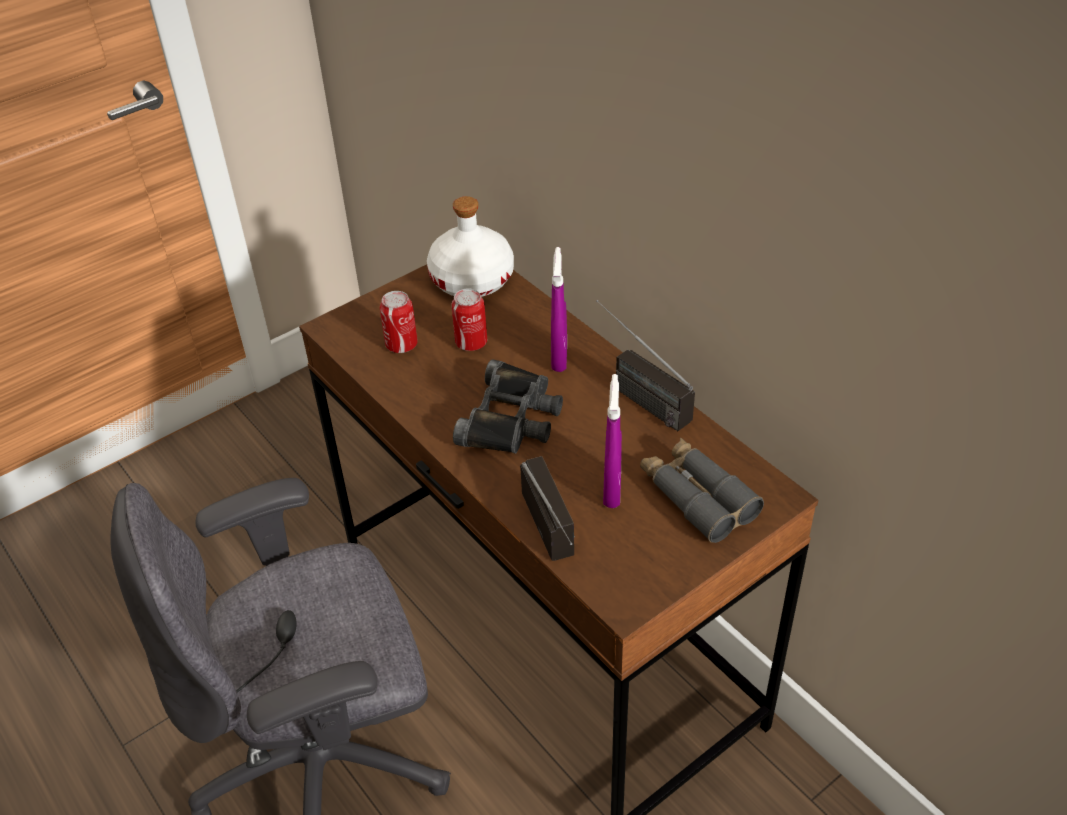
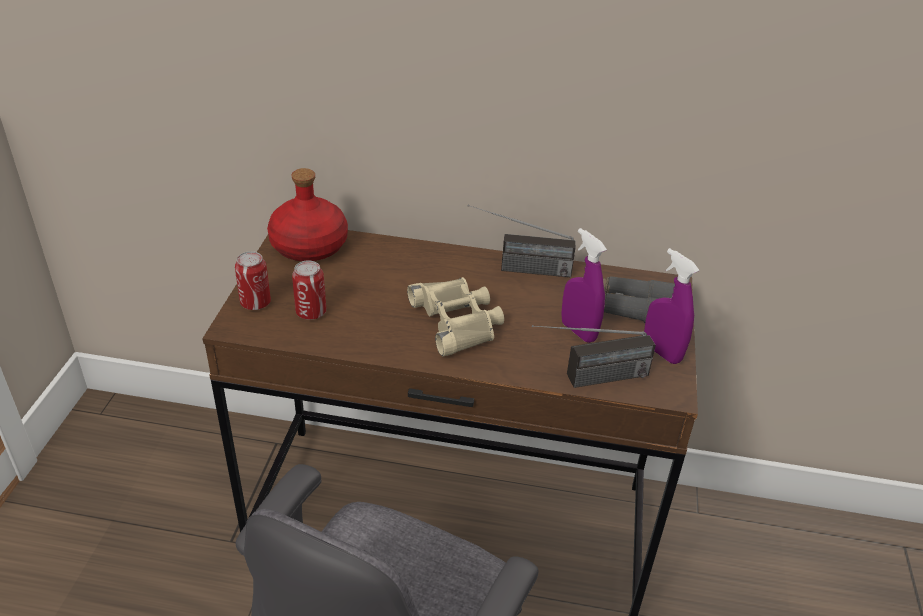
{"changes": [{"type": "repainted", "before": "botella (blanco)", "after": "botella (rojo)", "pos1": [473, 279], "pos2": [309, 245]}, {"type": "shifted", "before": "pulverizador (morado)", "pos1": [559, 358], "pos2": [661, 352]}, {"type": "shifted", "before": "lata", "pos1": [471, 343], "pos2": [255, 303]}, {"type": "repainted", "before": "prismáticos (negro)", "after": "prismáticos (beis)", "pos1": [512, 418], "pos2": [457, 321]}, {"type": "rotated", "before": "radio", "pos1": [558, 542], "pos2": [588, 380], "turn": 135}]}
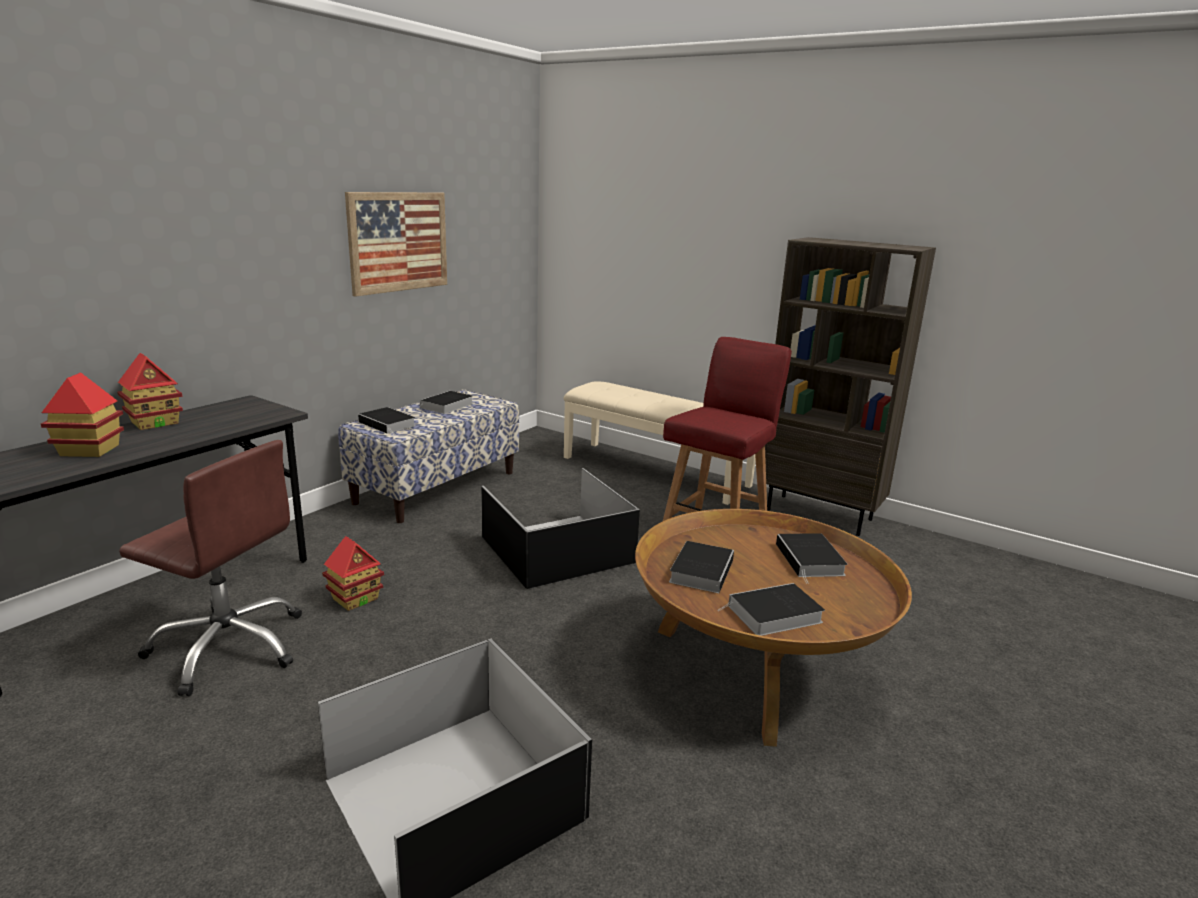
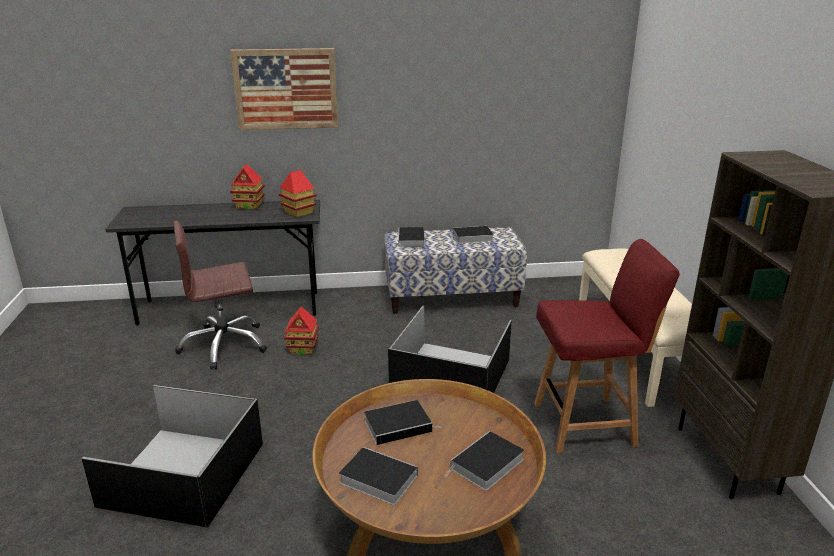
{"changes": [{"type": "shifted", "before": "cuadro", "pos1": [398, 242], "pos2": [286, 89]}, {"type": "shifted", "before": "casita", "pos1": [89, 450], "pos2": [298, 212]}, {"type": "rotated", "before": "silla de oficina (marrón)", "pos1": [229, 646], "pos2": [224, 345], "turn": 90}]}
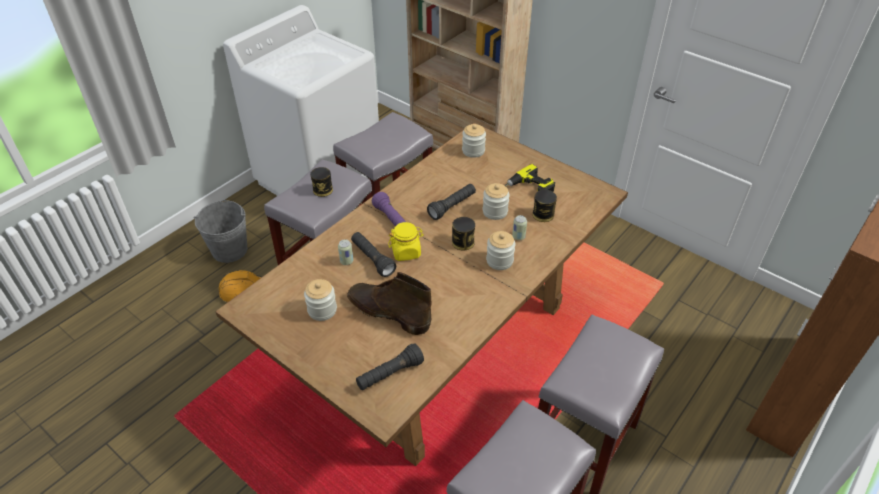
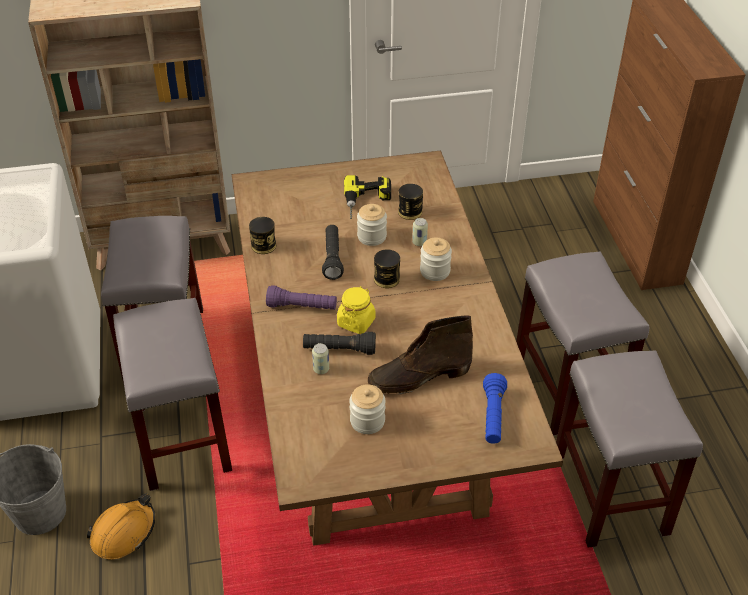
{"changes": [{"type": "gone", "before": "tarro", "pos1": [473, 151]}, {"type": "shifted", "before": "lata", "pos1": [323, 190], "pos2": [263, 245]}, {"type": "repainted", "before": "linterna (negro)", "after": "linterna (azul)", "pos1": [390, 374], "pos2": [493, 416]}]}
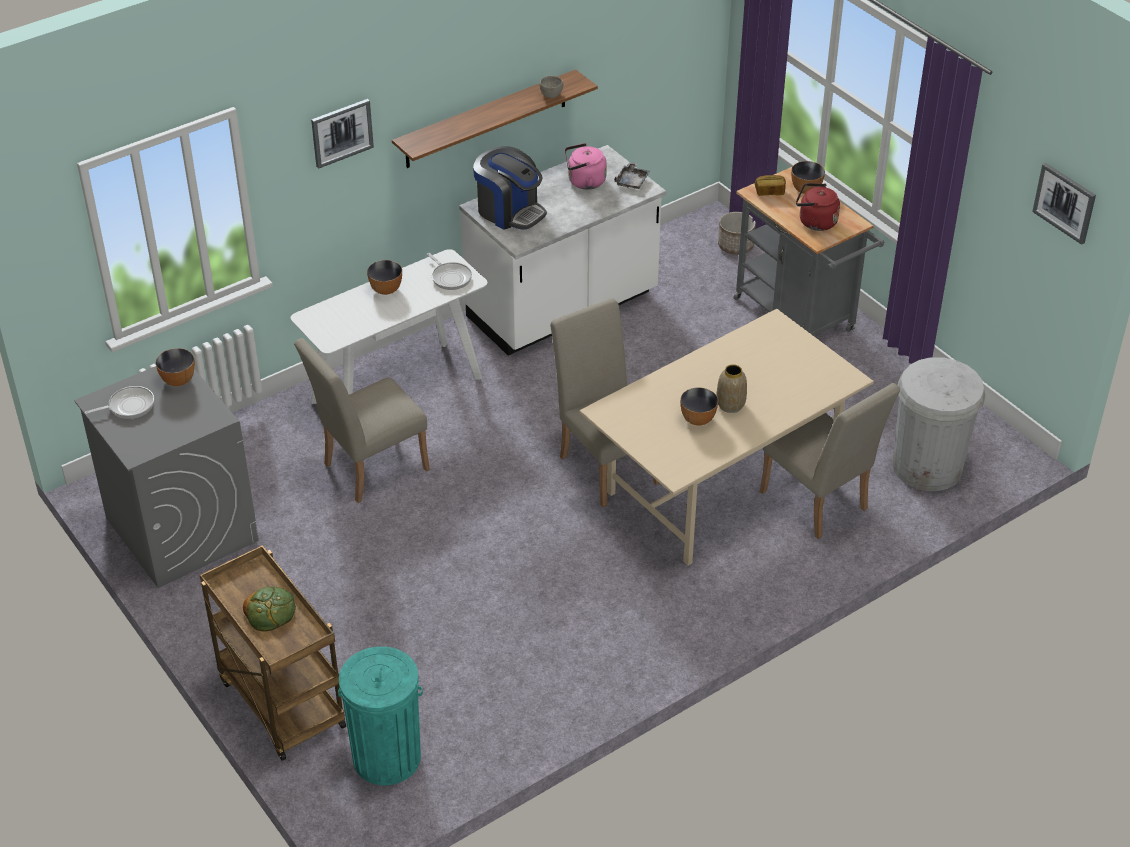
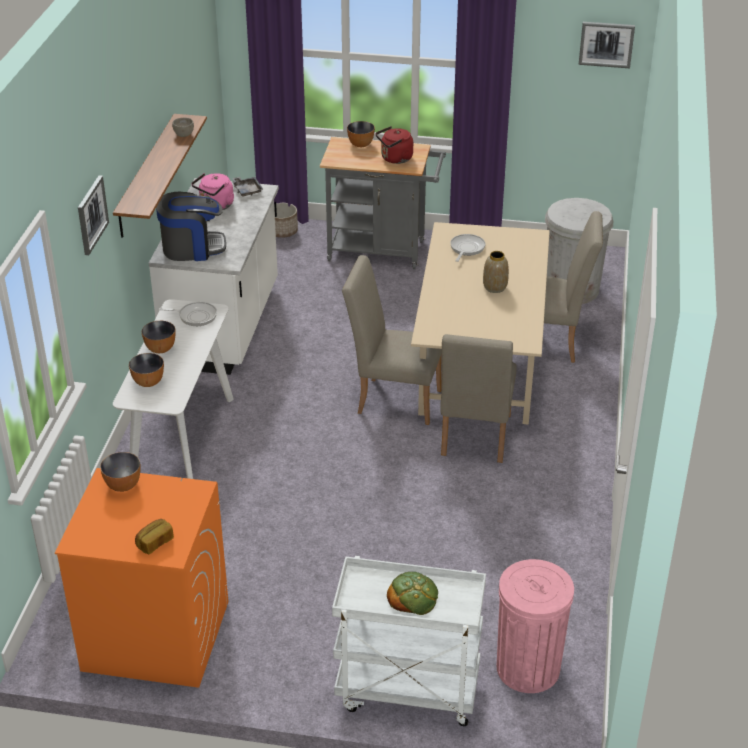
{"changes": [{"type": "shifted", "before": "pan", "pos1": [769, 192], "pos2": [154, 543]}, {"type": "shifted", "before": "silla (beis)", "pos1": [368, 469], "pos2": [474, 439]}, {"type": "repainted", "before": "lavadora (gris)", "after": "lavadora (naranja)", "pos1": [181, 528], "pos2": [155, 635]}, {"type": "shifted", "before": "sartén", "pos1": [128, 406], "pos2": [466, 248]}, {"type": "shifted", "before": "cuenco", "pos1": [698, 419], "pos2": [148, 382]}, {"type": "repainted", "before": "carrito (marrón)", "after": "carrito (blanco)", "pos1": [279, 702], "pos2": [406, 692]}, {"type": "repainted", "before": "papelera (turquesa)", "after": "papelera (rosa)", "pos1": [386, 757], "pos2": [528, 668]}]}
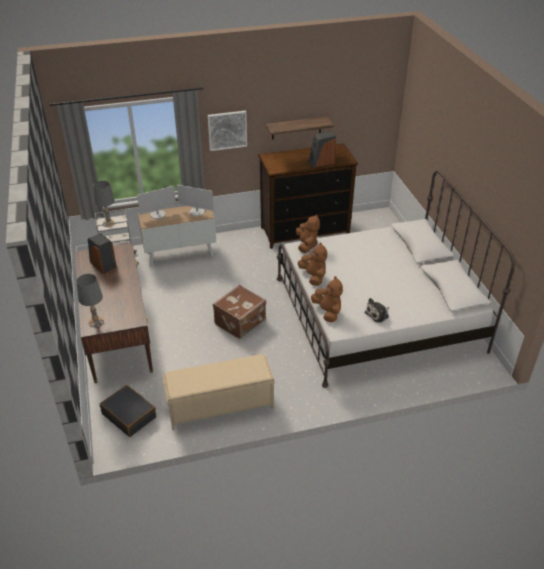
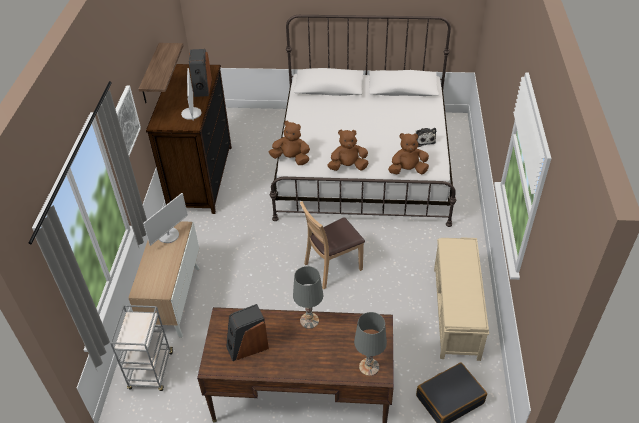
{"changes": [{"type": "shifted", "before": "lámpara de mesa (gris)", "pos1": [108, 223], "pos2": [309, 321]}, {"type": "shifted", "before": "monitor", "pos1": [158, 214], "pos2": [191, 113]}, {"type": "swapped", "before": "maleta (marrón)", "after": "silla (marrón)", "pos1": [241, 322], "pos2": [332, 267]}]}
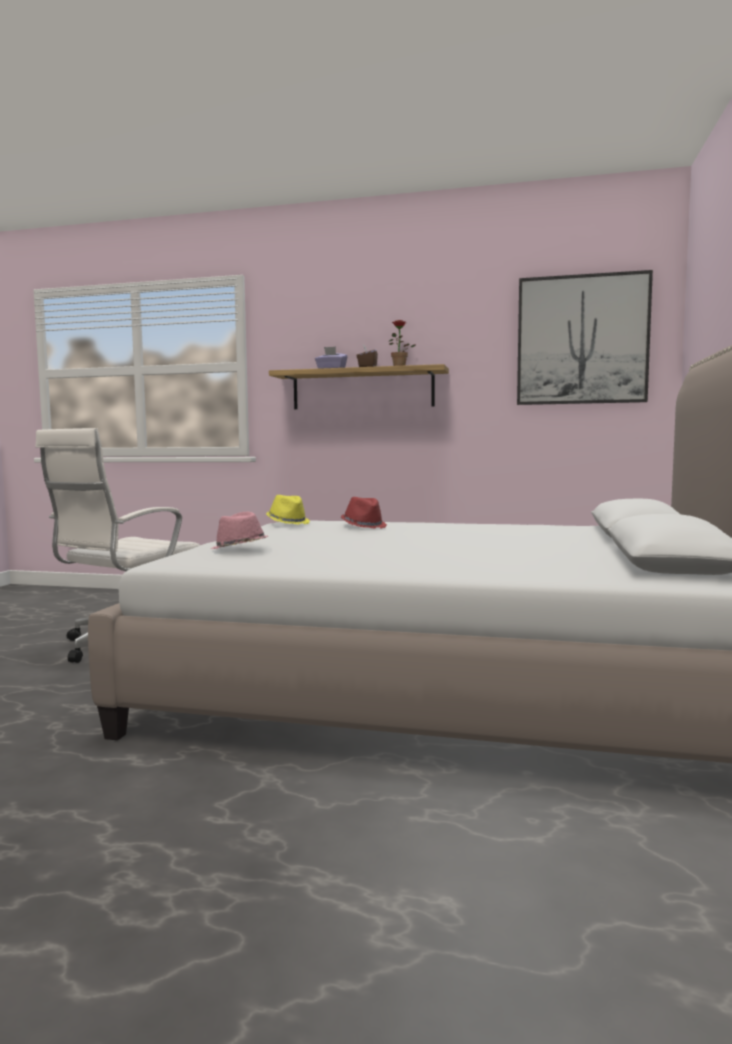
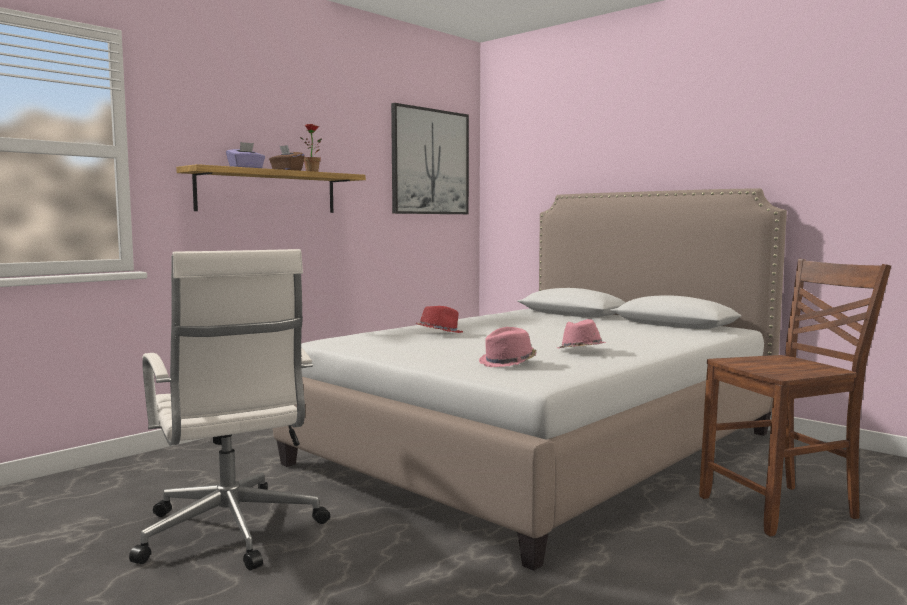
{"changes": [{"type": "gone", "before": "sombrero (amarillo)", "pos1": [288, 522]}, {"type": "new", "after": "silla (marrón)", "pos2": [782, 508]}, {"type": "new", "after": "sombrero (rosa)", "pos2": [580, 351]}]}
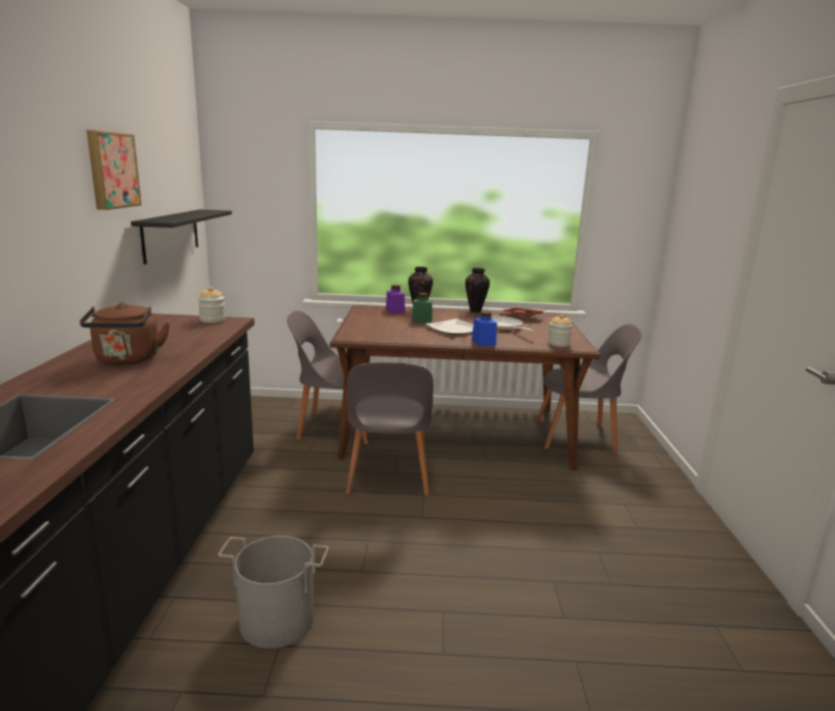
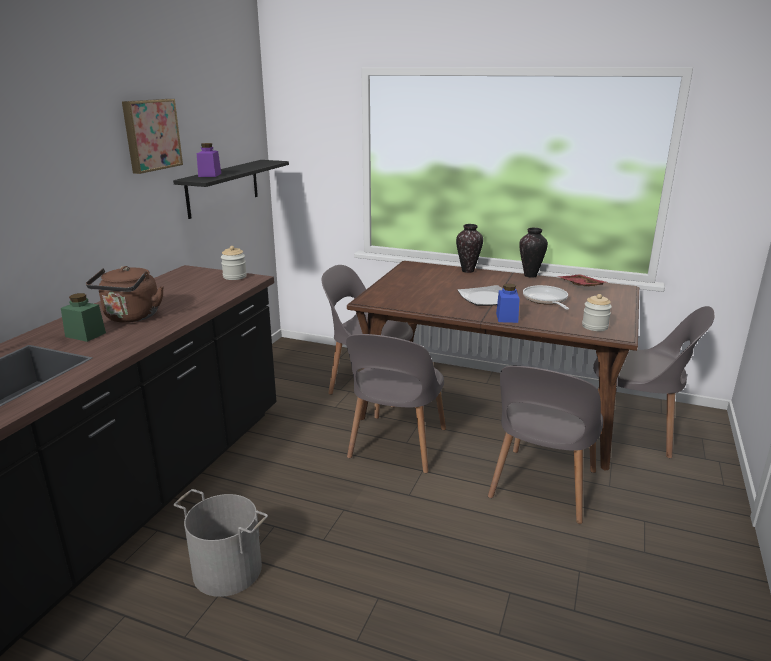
{"changes": [{"type": "shifted", "before": "tarro (morado)", "pos1": [395, 311], "pos2": [210, 175]}, {"type": "shifted", "before": "tarro (verde)", "pos1": [422, 320], "pos2": [85, 335]}, {"type": "new", "after": "silla (gris)", "pos2": [542, 487]}]}
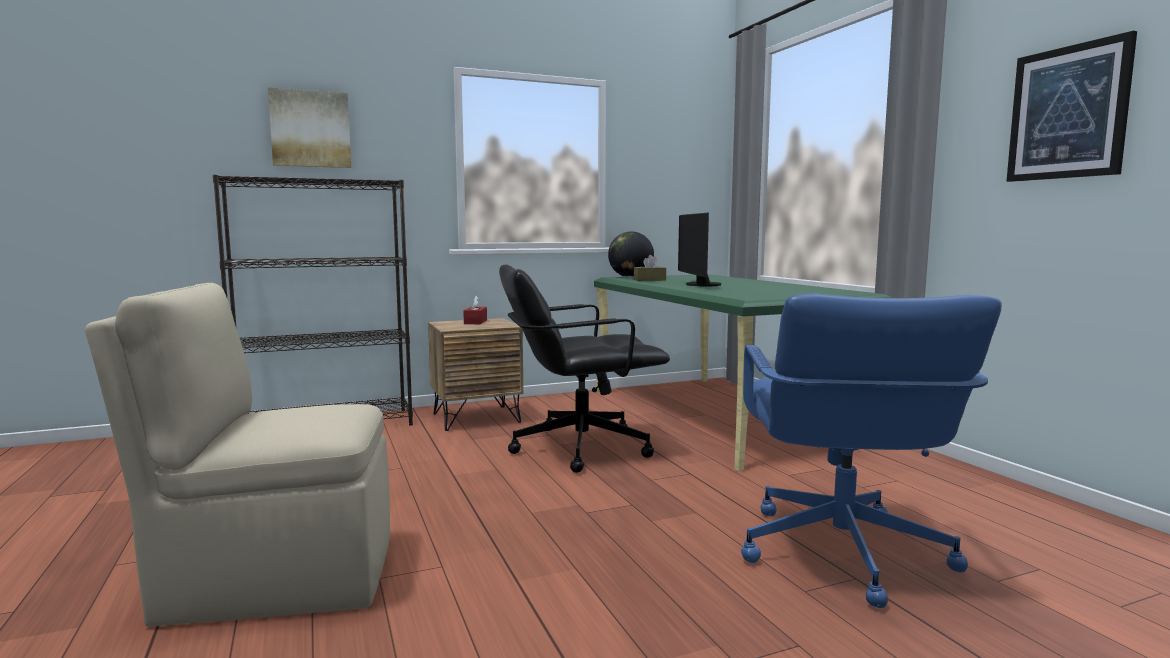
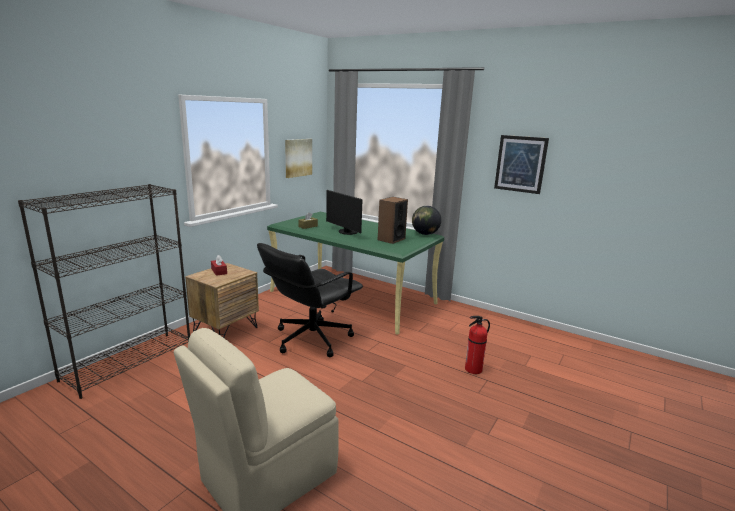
{"changes": [{"type": "shifted", "before": "cuadro", "pos1": [310, 129], "pos2": [297, 157]}, {"type": "shifted", "before": "globo terráqueo", "pos1": [630, 277], "pos2": [425, 234]}, {"type": "swapped", "before": "silla de oficina (azul)", "after": "extintor", "pos1": [840, 553], "pos2": [473, 369]}, {"type": "new", "after": "altavoz", "pos2": [391, 239]}]}
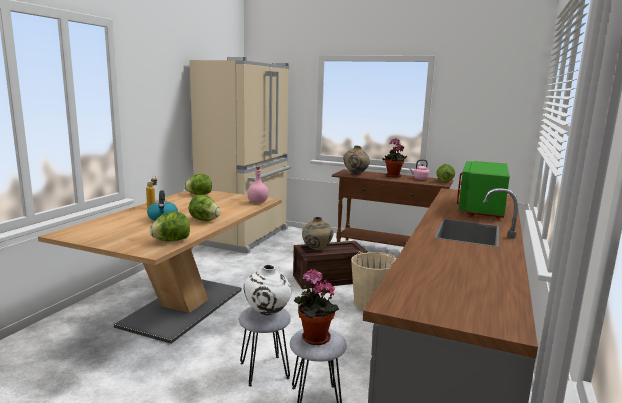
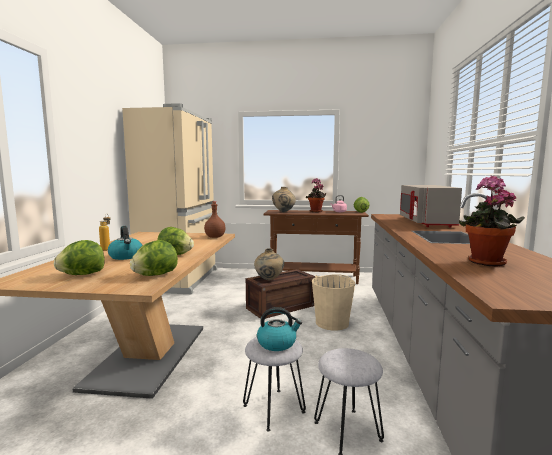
{"changes": [{"type": "repainted", "before": "microondas (verde)", "after": "microondas (gris)", "pos1": [480, 208], "pos2": [425, 222]}, {"type": "repainted", "before": "botella (rosa)", "after": "botella (marrón)", "pos1": [257, 202], "pos2": [214, 237]}, {"type": "shifted", "before": "lechuga", "pos1": [199, 194], "pos2": [82, 275]}, {"type": "swapped", "before": "florero (blanco)", "after": "hervidor", "pos1": [267, 313], "pos2": [277, 343]}, {"type": "shifted", "before": "planta en maceta", "pos1": [313, 339], "pos2": [485, 263]}]}
